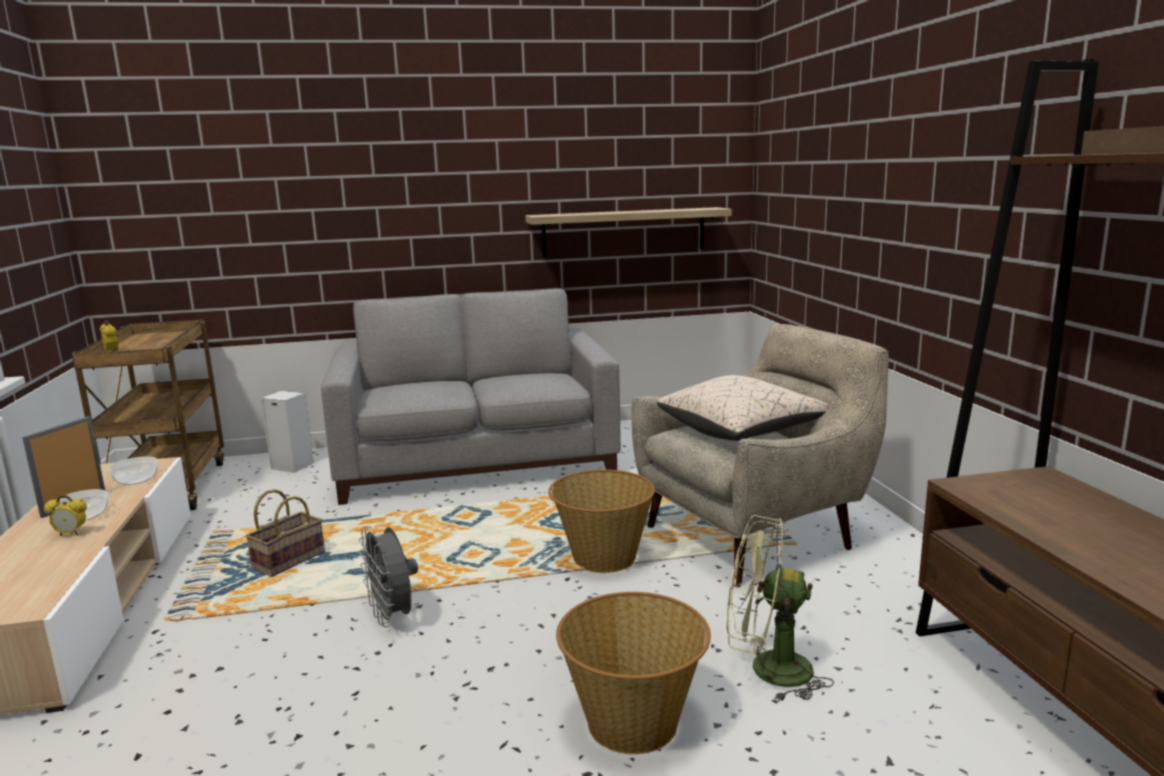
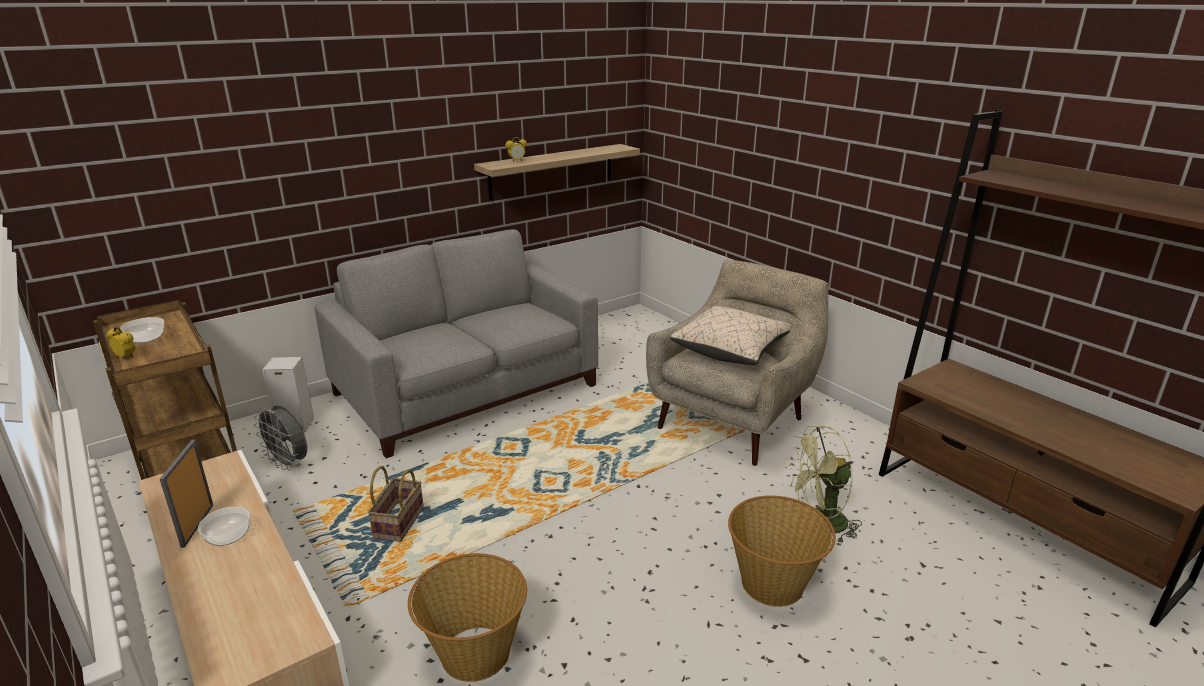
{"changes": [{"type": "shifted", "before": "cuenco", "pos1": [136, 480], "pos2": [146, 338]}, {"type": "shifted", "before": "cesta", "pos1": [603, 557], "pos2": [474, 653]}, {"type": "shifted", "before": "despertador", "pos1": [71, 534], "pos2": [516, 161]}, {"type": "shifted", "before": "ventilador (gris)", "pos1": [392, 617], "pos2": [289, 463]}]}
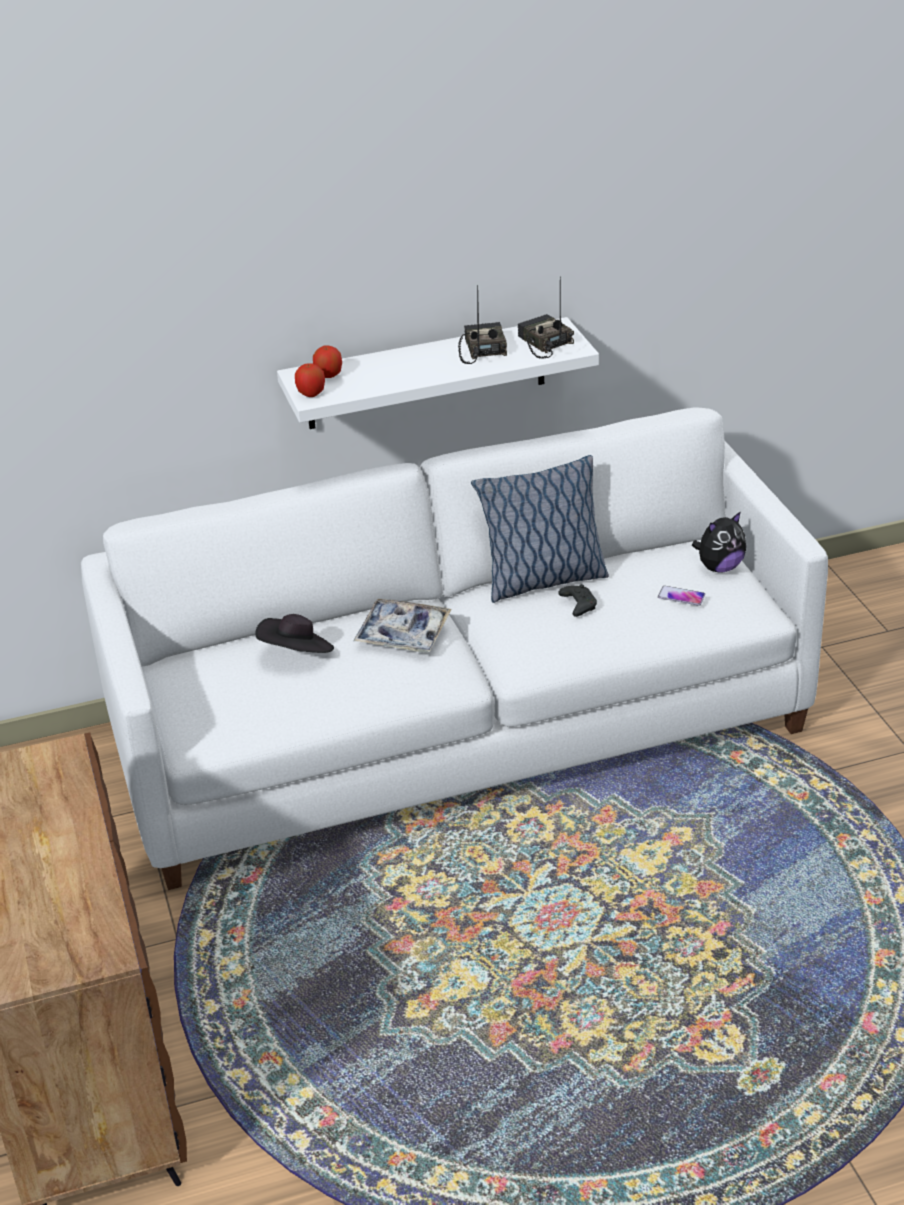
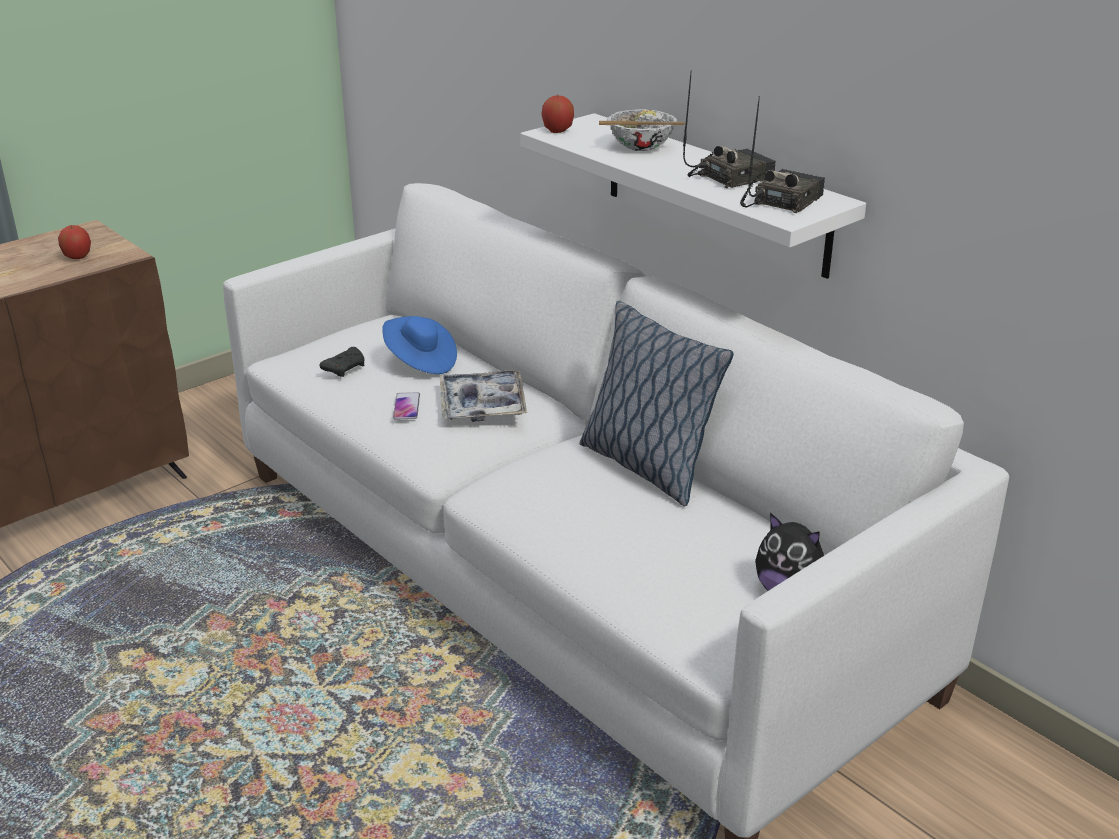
{"changes": [{"type": "shifted", "before": "manzana", "pos1": [328, 375], "pos2": [77, 257]}, {"type": "shifted", "before": "mando de consola (negro)", "pos1": [578, 605], "pos2": [345, 368]}, {"type": "shifted", "before": "móvil", "pos1": [681, 596], "pos2": [406, 407]}, {"type": "repainted", "before": "sombrero (negro)", "after": "sombrero (azul)", "pos1": [297, 654], "pos2": [420, 362]}, {"type": "new", "after": "cuenco", "pos2": [640, 147]}]}
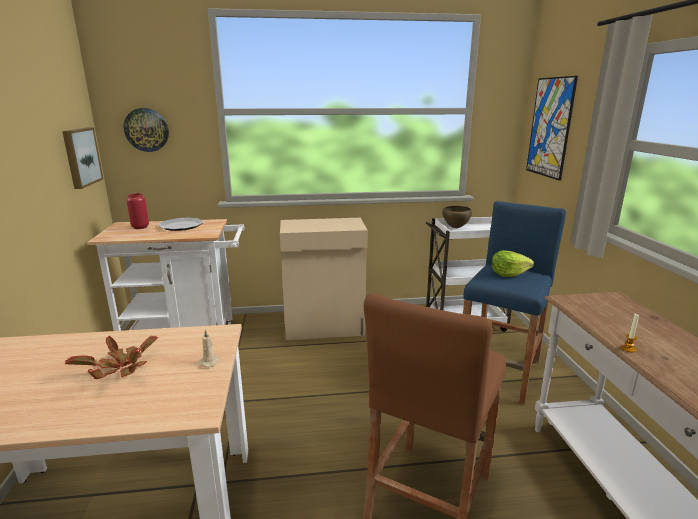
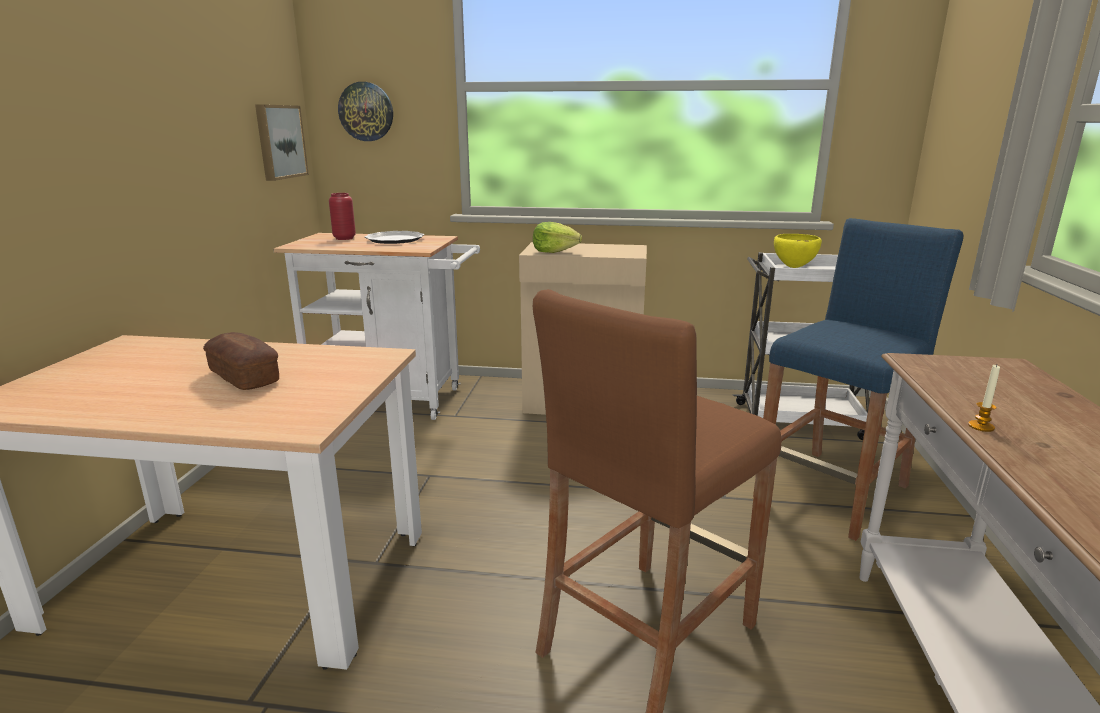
{"changes": [{"type": "gone", "before": "cuadro", "pos1": [550, 127]}, {"type": "repainted", "before": "cuenco (marrón)", "after": "cuenco (amarillo)", "pos1": [456, 227], "pos2": [794, 267]}, {"type": "shifted", "before": "lechuga", "pos1": [508, 274], "pos2": [554, 251]}, {"type": "gone", "before": "vela (beis)", "pos1": [209, 362]}, {"type": "swapped", "before": "planta en maceta", "after": "pan", "pos1": [120, 369], "pos2": [244, 377]}]}
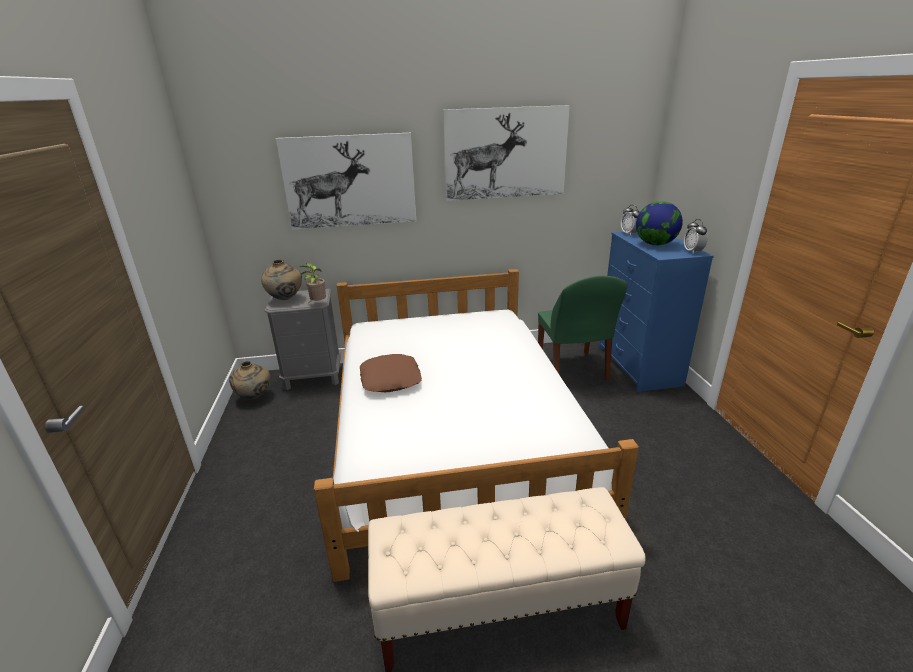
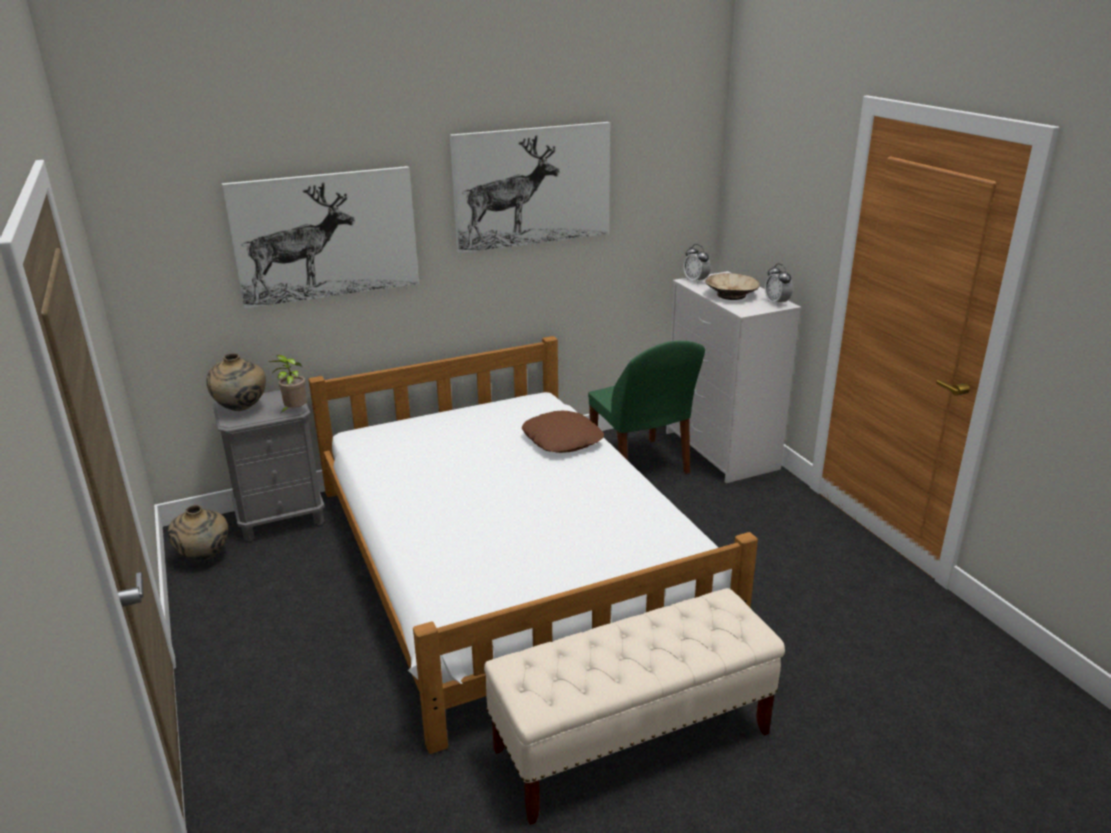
{"changes": [{"type": "swapped", "before": "globo terráqueo", "after": "cuenco (beis)", "pos1": [655, 244], "pos2": [731, 295]}, {"type": "repainted", "before": "cómoda (azul)", "after": "cómoda (blanco)", "pos1": [639, 366], "pos2": [722, 451]}, {"type": "shifted", "before": "cojín (marrón)", "pos1": [391, 379], "pos2": [563, 439]}]}
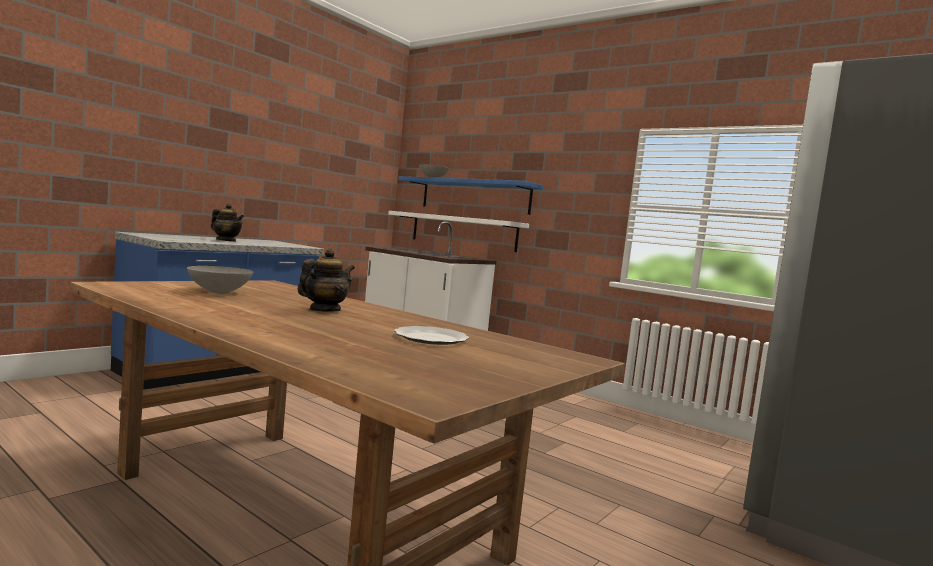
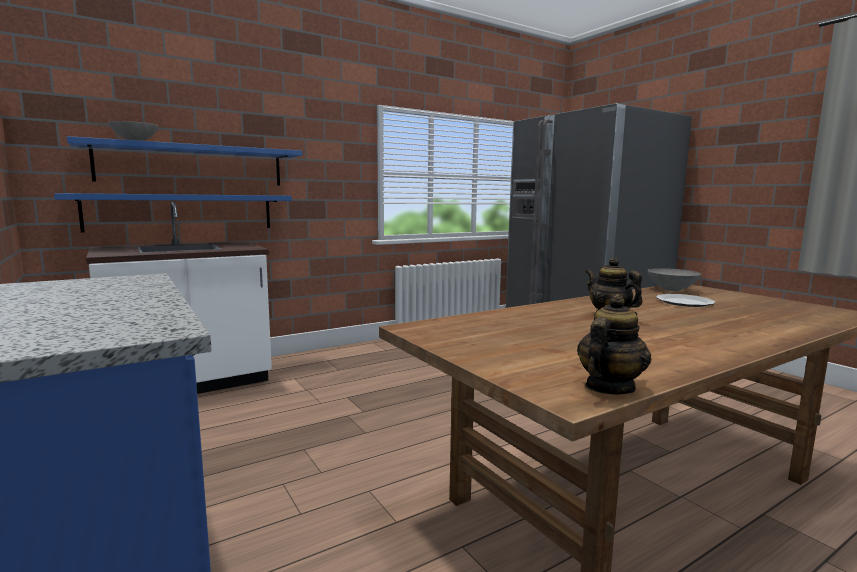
{"changes": [{"type": "shifted", "before": "tetera", "pos1": [226, 241], "pos2": [608, 387]}, {"type": "repainted", "before": "estante (blanco)", "after": "estante (azul)", "pos1": [463, 231], "pos2": [182, 212]}, {"type": "shifted", "before": "cuenco (gris)", "pos1": [220, 292], "pos2": [671, 289]}]}
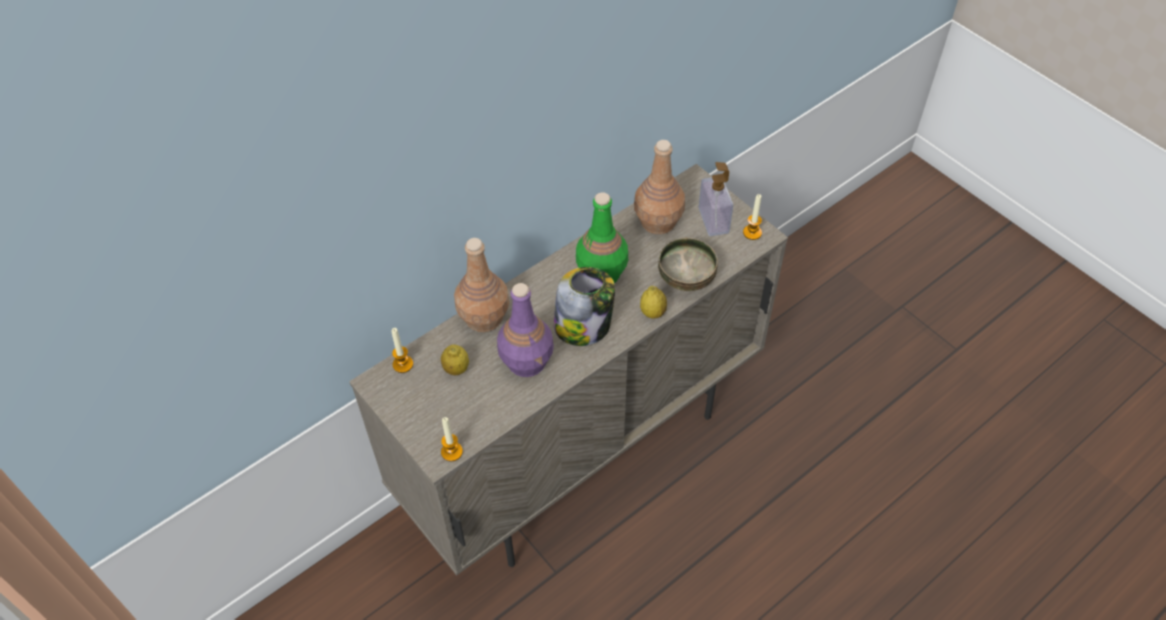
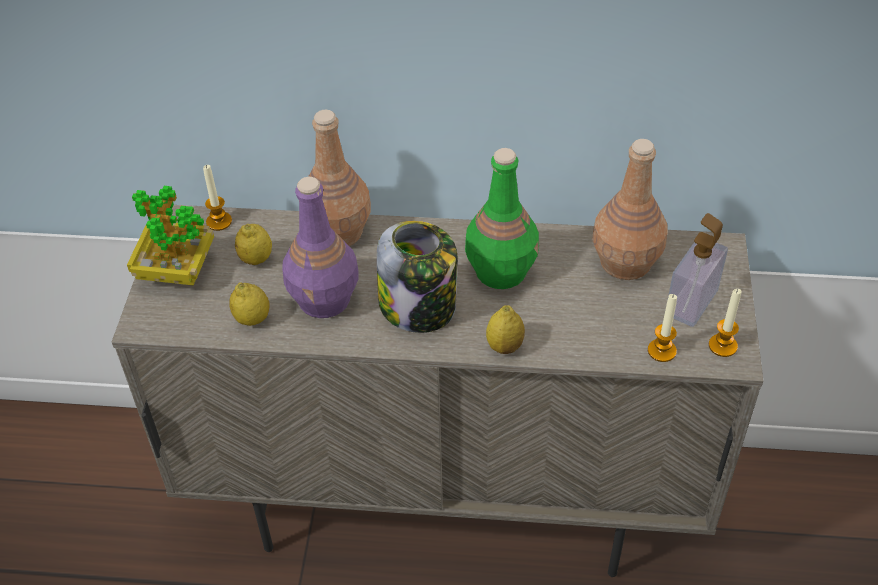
{"changes": [{"type": "gone", "before": "cuenco", "pos1": [687, 278]}, {"type": "shifted", "before": "vela", "pos1": [451, 452], "pos2": [661, 351]}, {"type": "new", "after": "planta en maceta", "pos2": [176, 270]}, {"type": "new", "after": "limón", "pos2": [252, 319]}]}
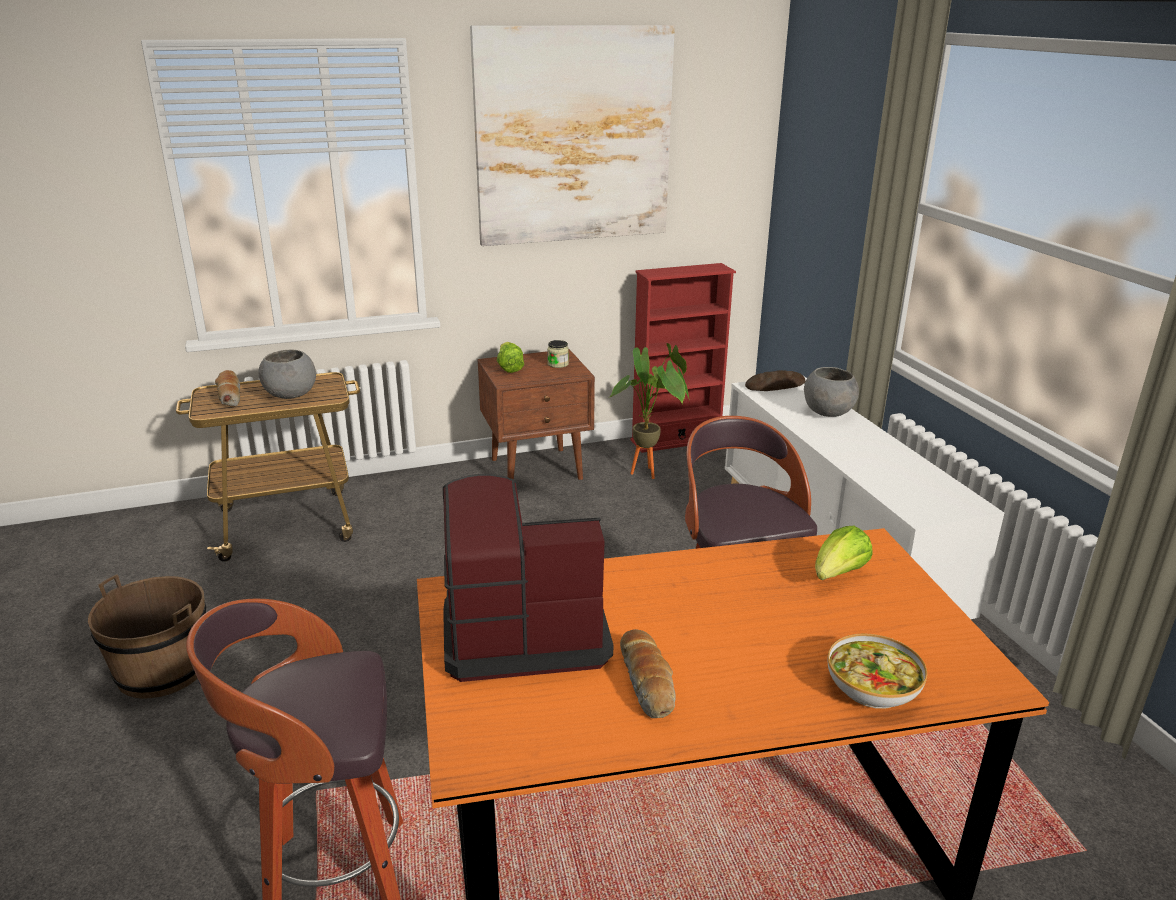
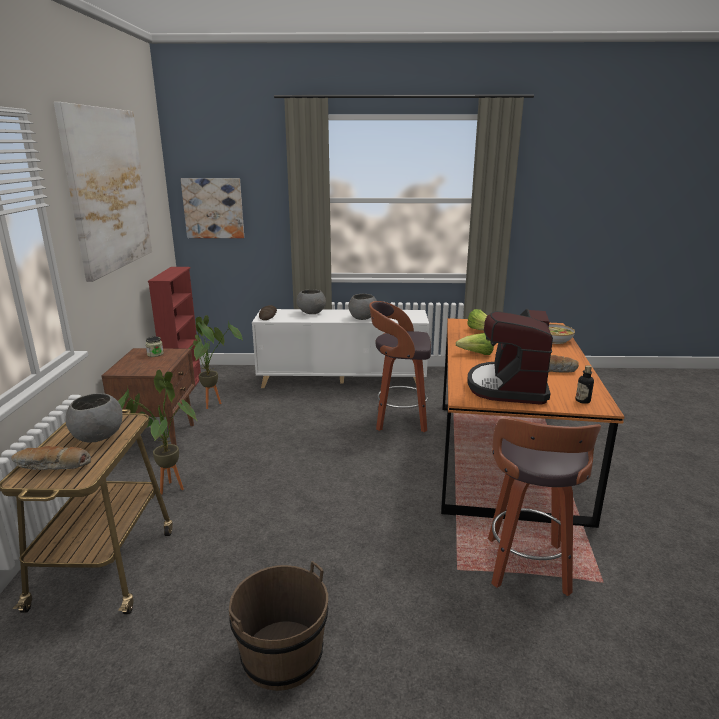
{"changes": [{"type": "shifted", "before": "lechuga", "pos1": [509, 368], "pos2": [477, 354]}, {"type": "new", "after": "cuadro", "pos2": [213, 208]}, {"type": "new", "after": "cuenco (gris)", "pos2": [363, 318]}, {"type": "new", "after": "botella", "pos2": [582, 401]}, {"type": "new", "after": "planta en maceta", "pos2": [166, 487]}]}
